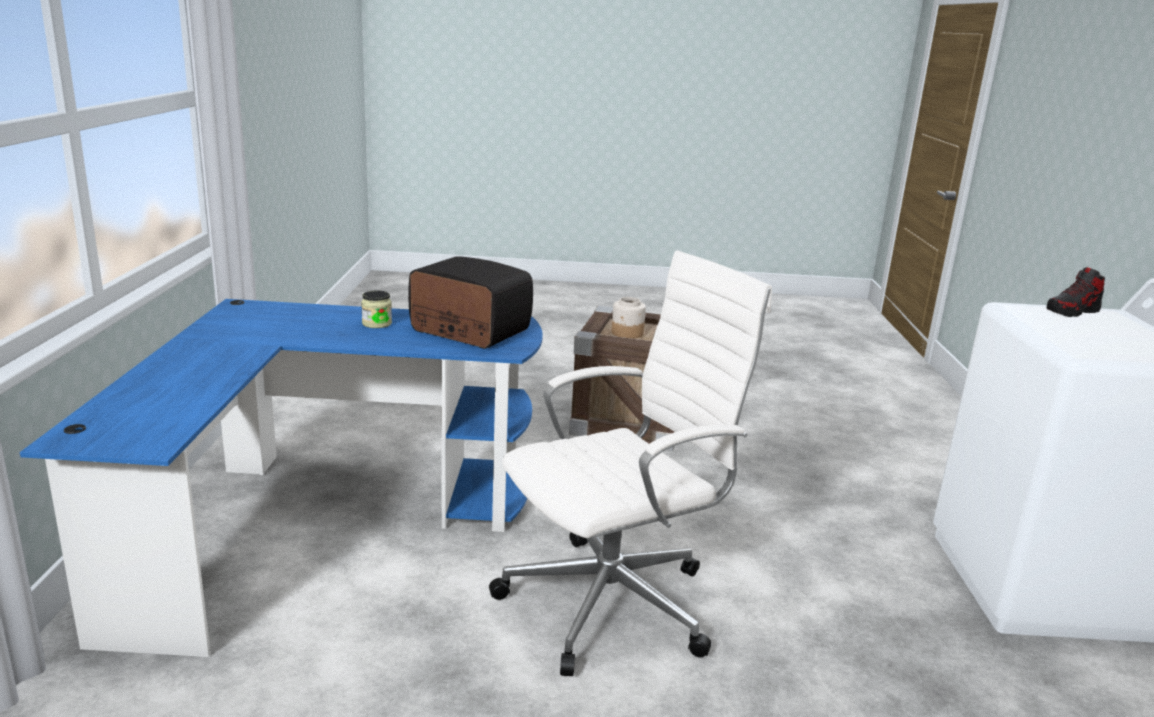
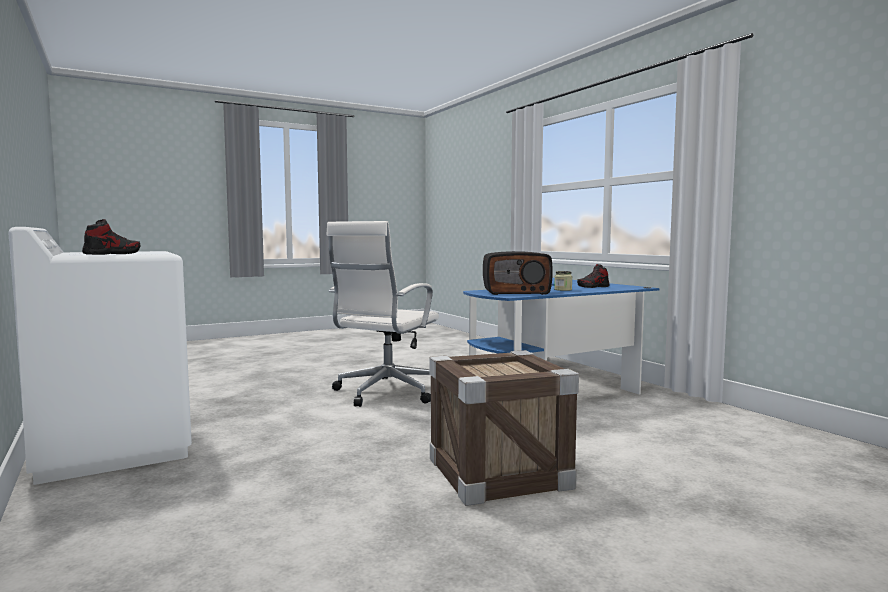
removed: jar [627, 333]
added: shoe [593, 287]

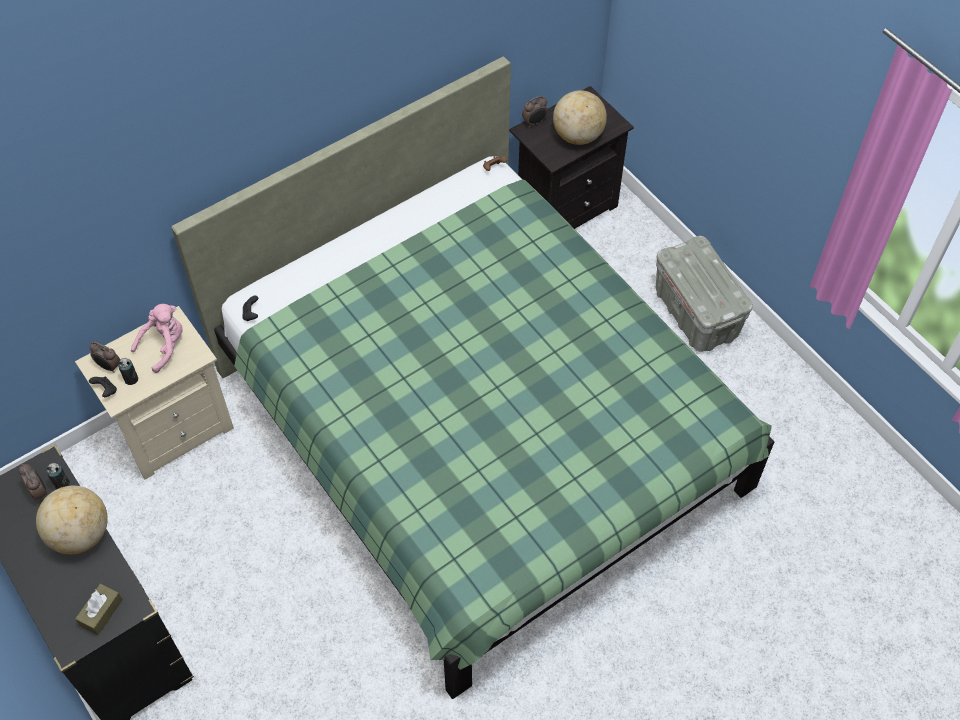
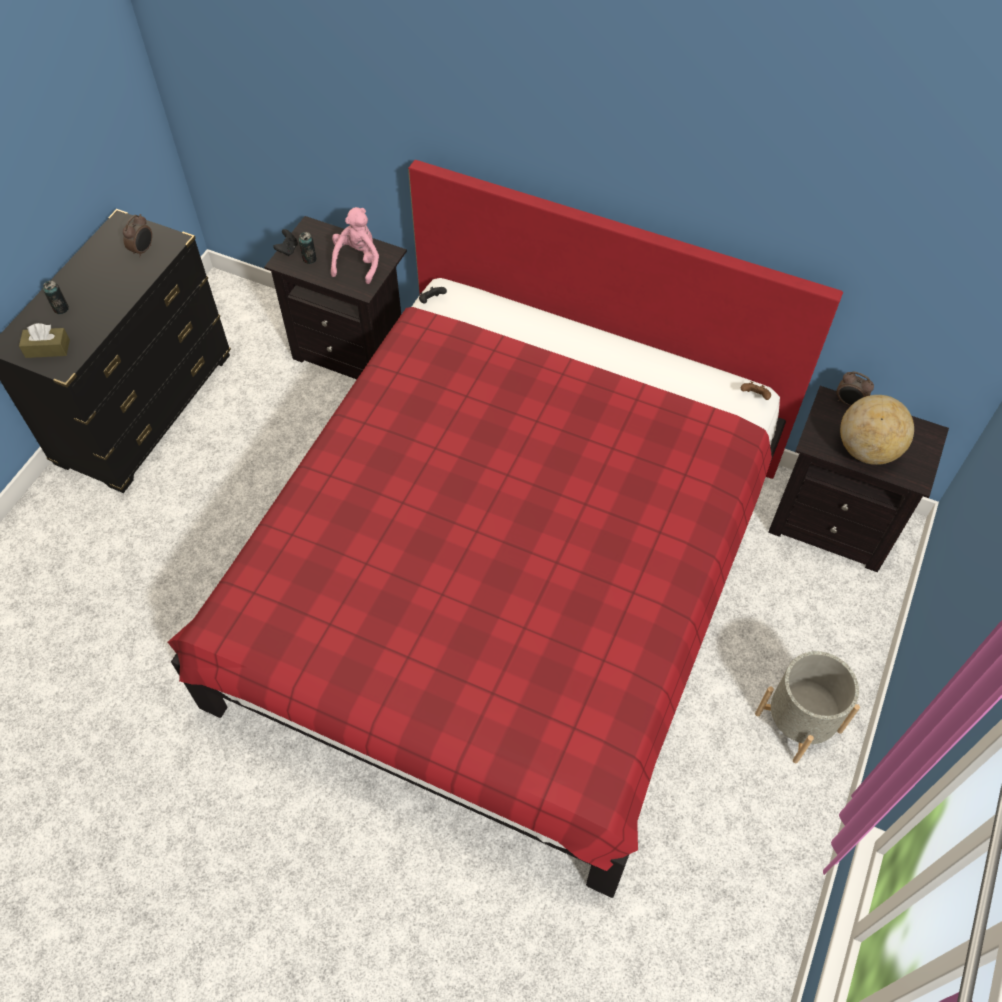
removed: alarm clock [109, 366]; globe [81, 534]
moved: can [62, 484] to [61, 309]
replaced: grey storage box [696, 314] to grey planter [798, 722]
recoloured: green bed [479, 430] to red bed [503, 583]; beige nightstand [174, 429] to black nightstand [353, 351]
turned: pink plush toy [164, 346] = [358, 262] 90 degrees counterclockwise

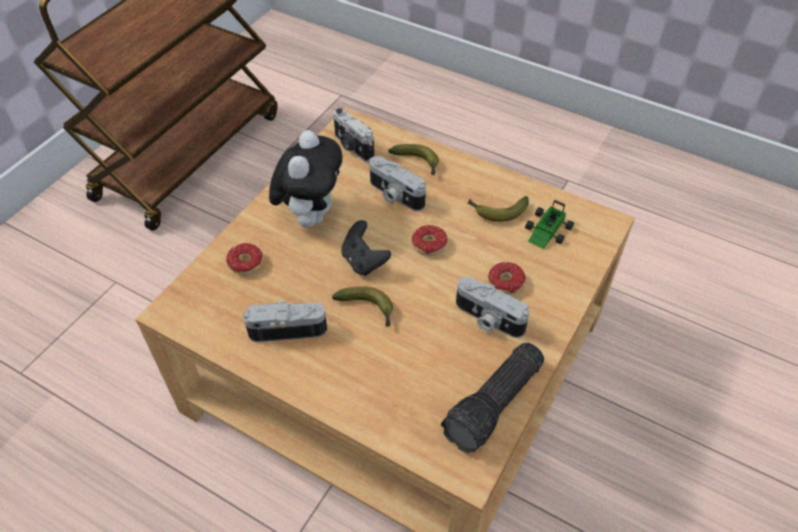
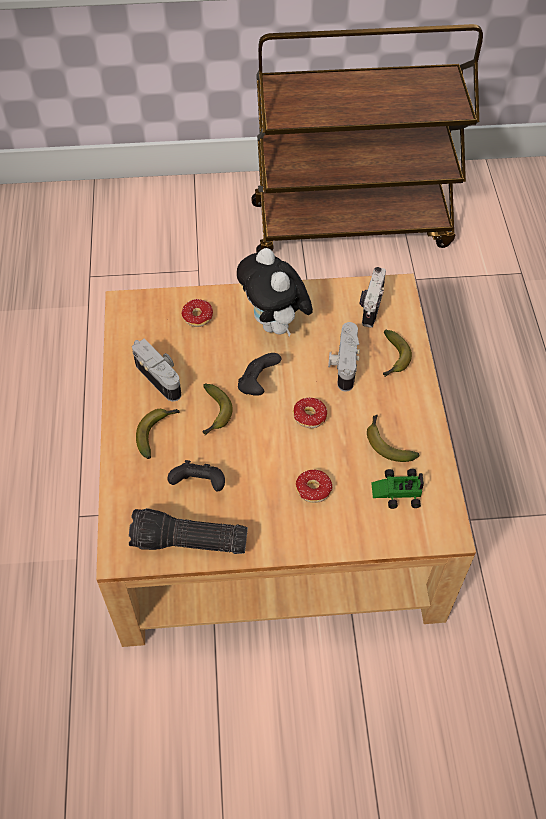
removed: photo camera [487, 319]
added: banana [157, 432]; black game controller [199, 485]
turned: plush toy [311, 215] = [275, 325] 90 degrees clockwise

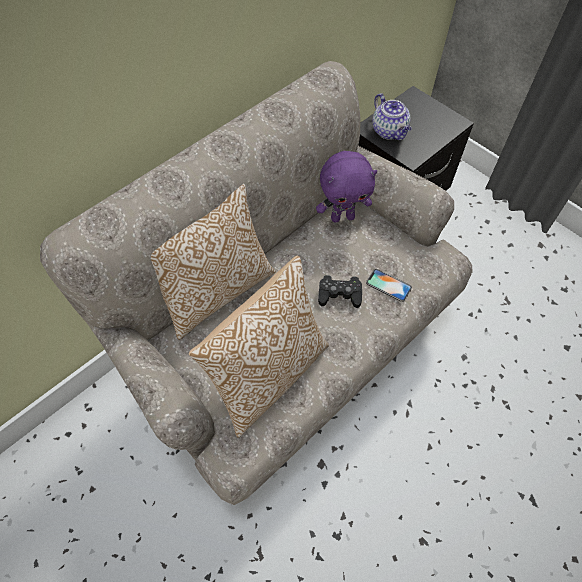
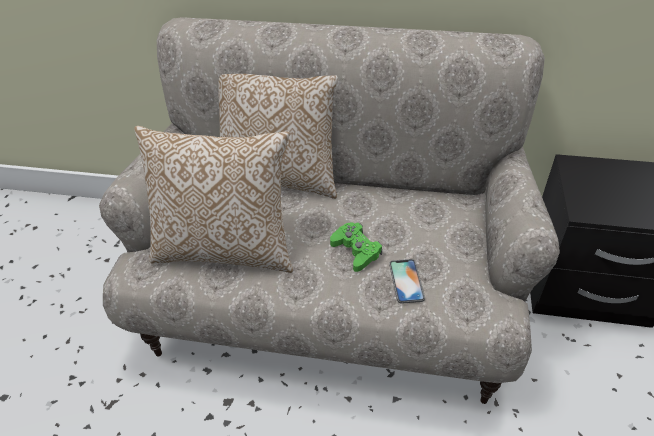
removed: teapot [390, 132]; purple plush toy [342, 217]
recoloured: black game controller [339, 294] to green game controller [356, 251]

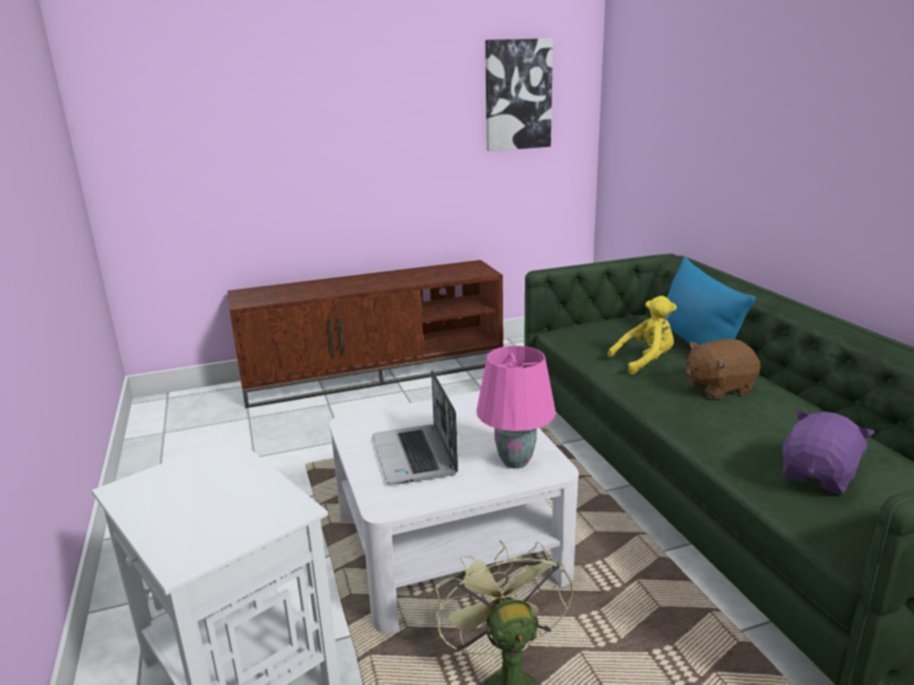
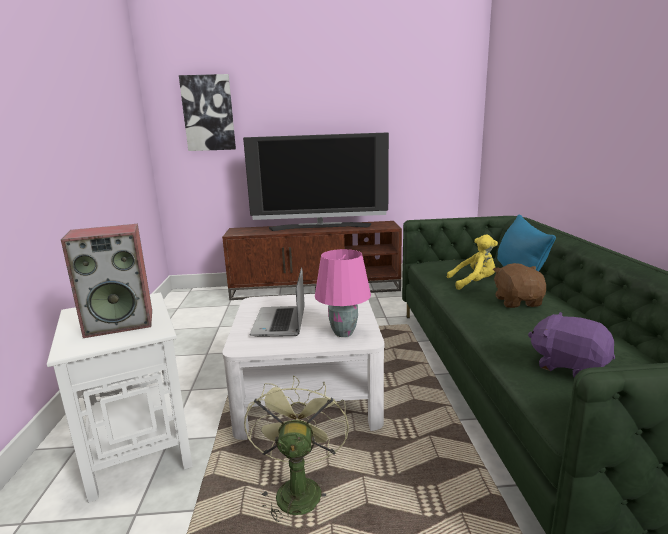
added: television [320, 227]; speaker [121, 322]
moved: picture [517, 95] to [208, 113]
turned: brown plush toy [718, 388] = [518, 302] 90 degrees clockwise; purple plush toy [819, 476] = [568, 366] 105 degrees counterclockwise

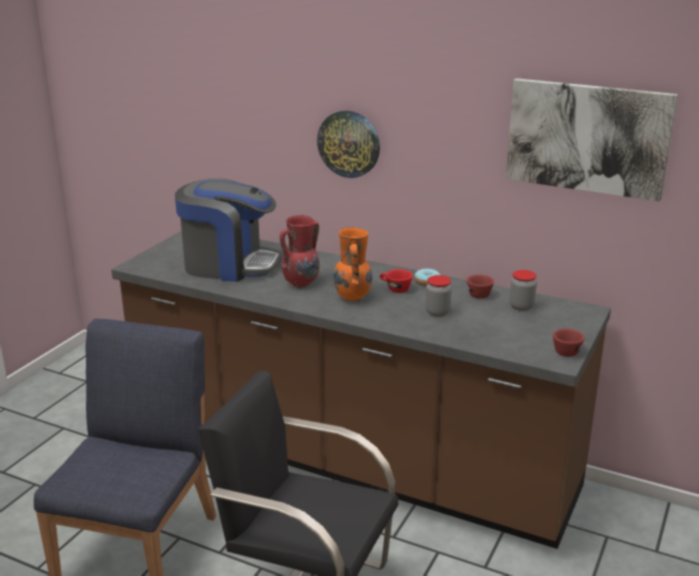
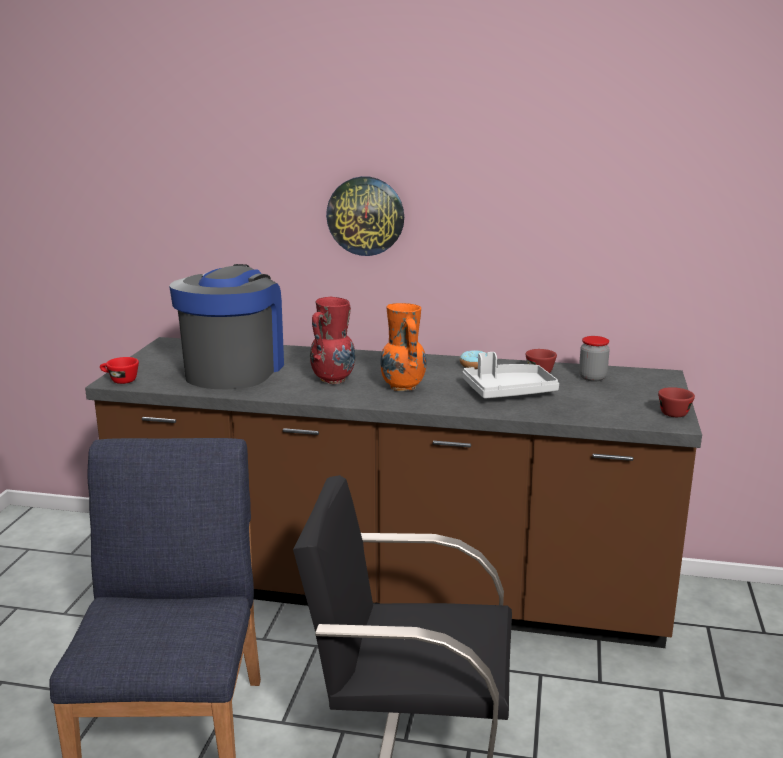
removed: picture [587, 137]
moved: red cup [395, 289] to [119, 380]
replaced: jar [437, 312] to grey tray [508, 391]
turned: coffee machine [229, 265] = [234, 370] 75 degrees counterclockwise

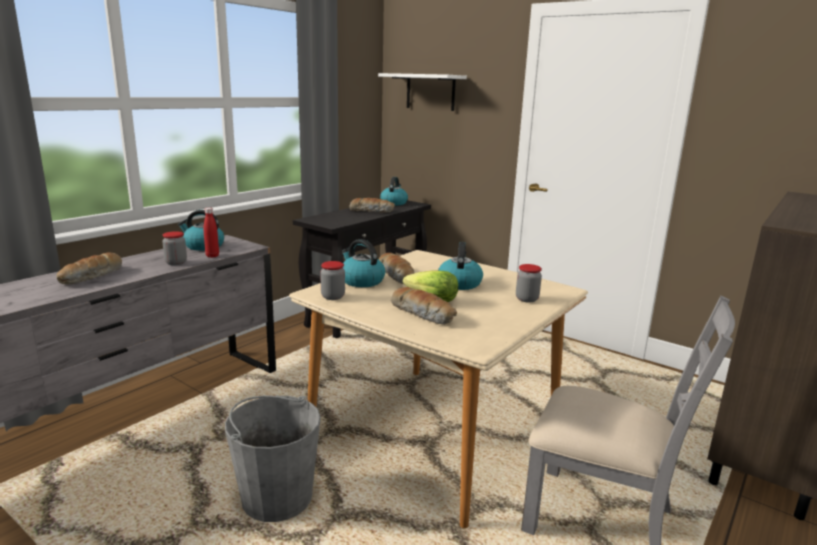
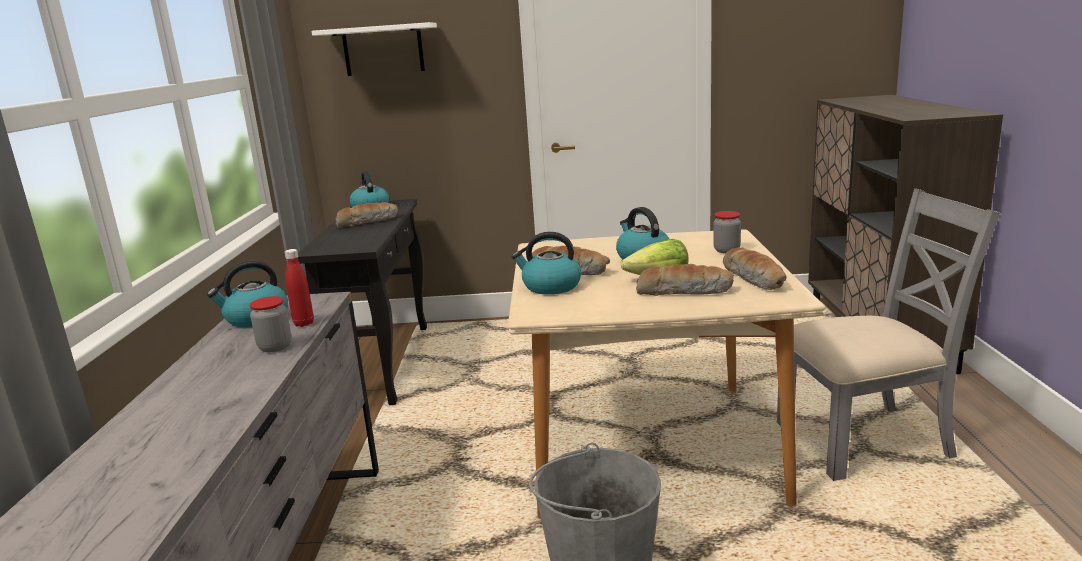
removed: jar [333, 297]
moved: bread [93, 277] to [754, 279]

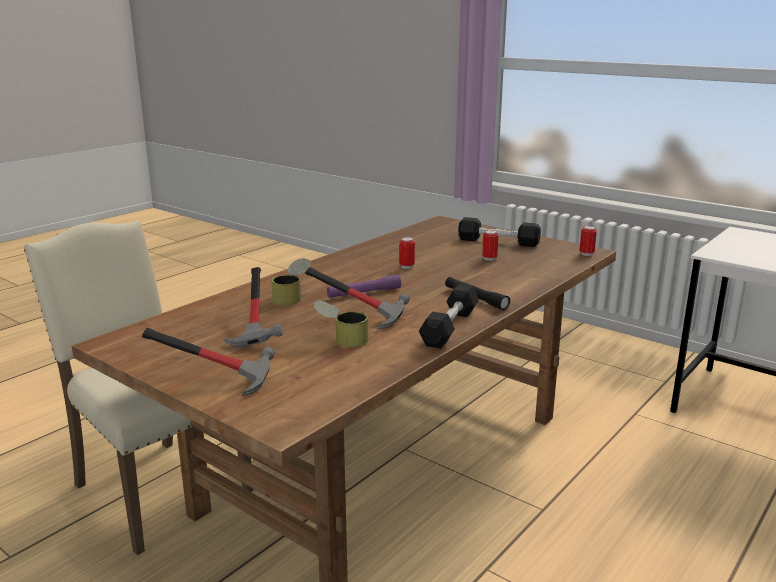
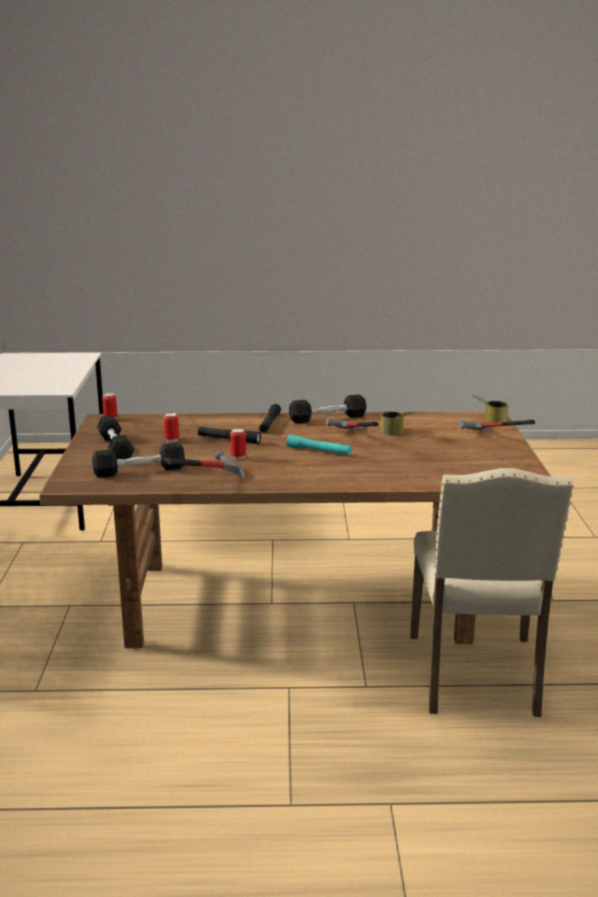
added: black flashlight [229, 440]; black dumbbell [139, 470]
moved: can [292, 297] to [489, 420]; hammer [259, 329] to [206, 480]
recoloured: purple flashlight [364, 293] to turquoise flashlight [318, 451]

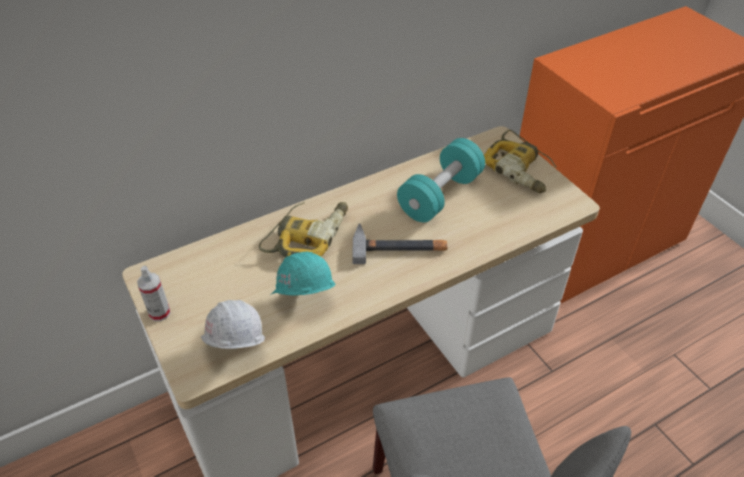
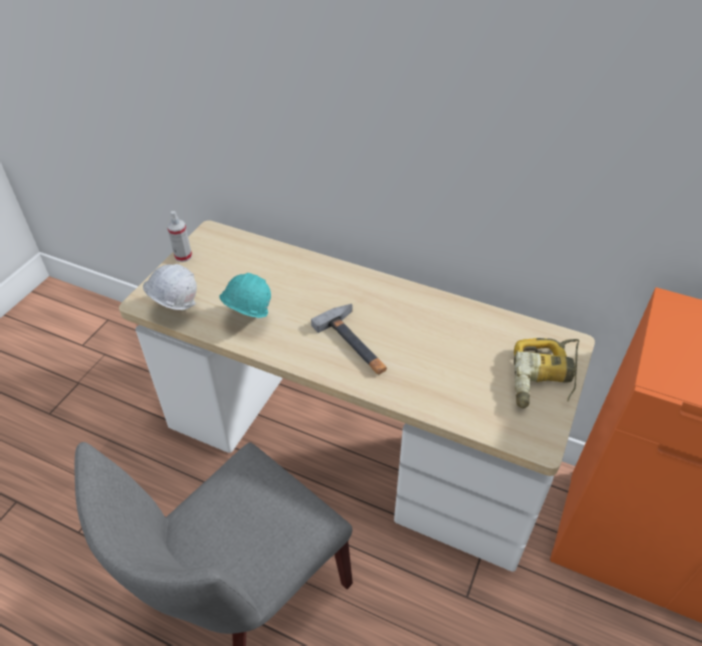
removed: turquoise dumbbell [440, 195]; power drill [307, 234]

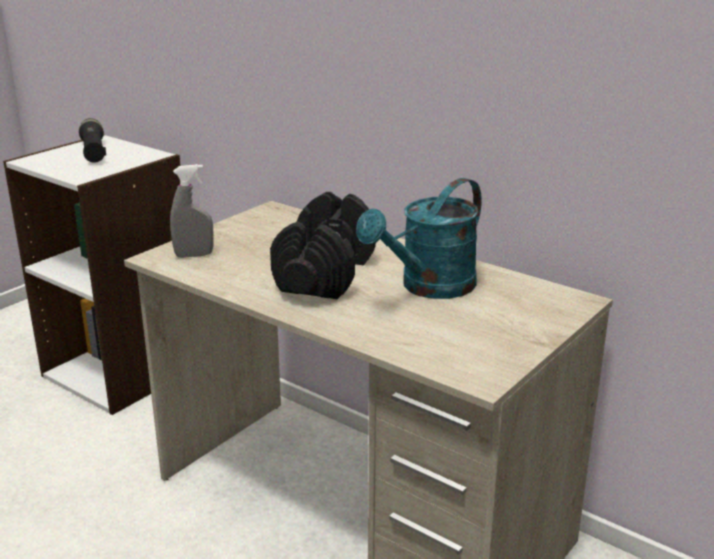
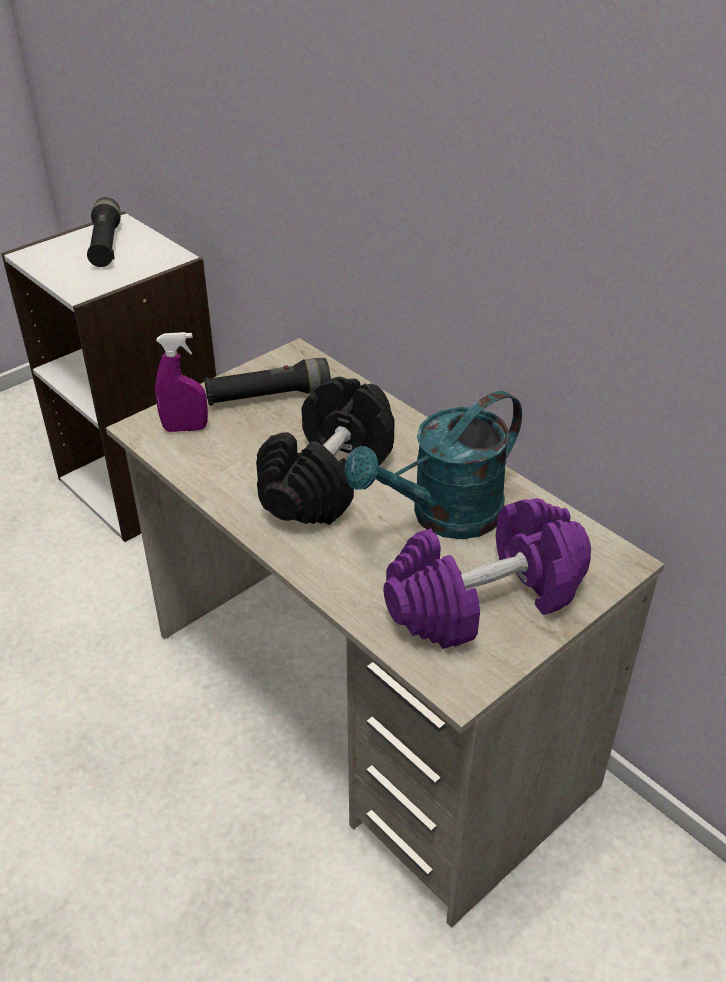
added: black flashlight [268, 396]; purple dumbbell [485, 599]
recoloured: grey spray bottle [194, 255] to purple spray bottle [185, 428]

